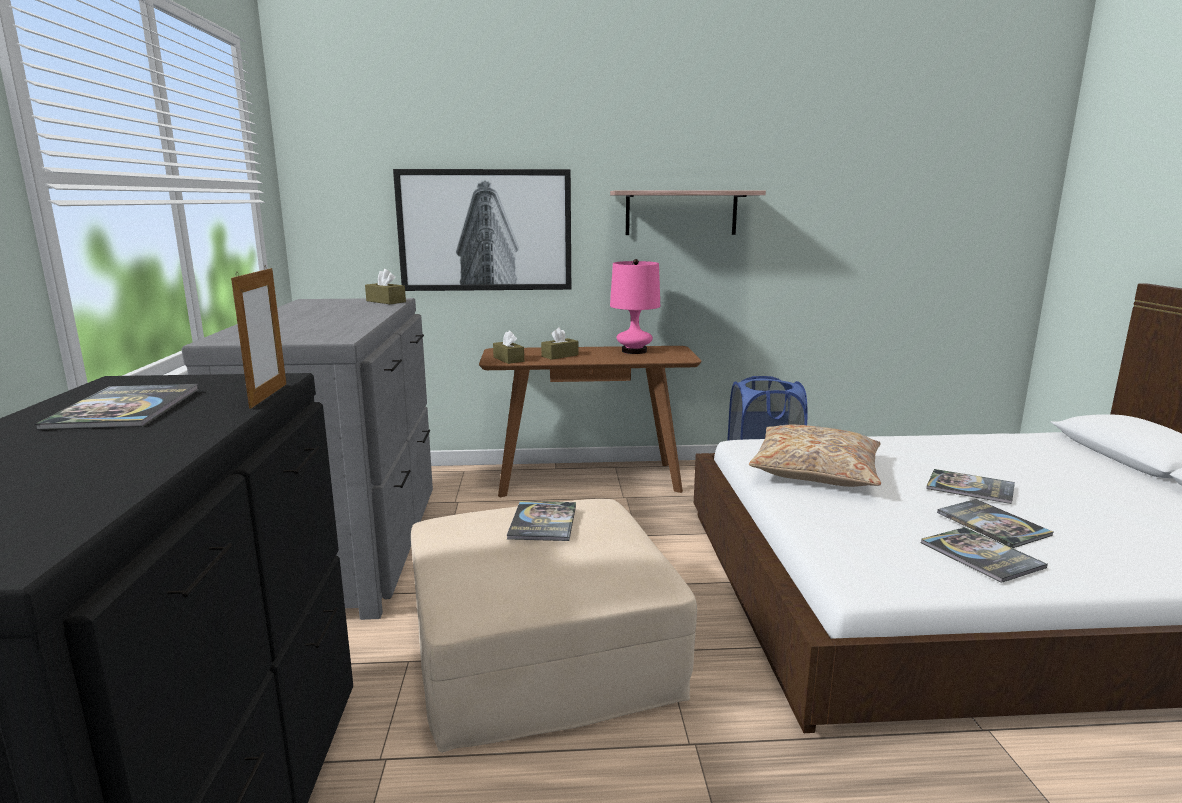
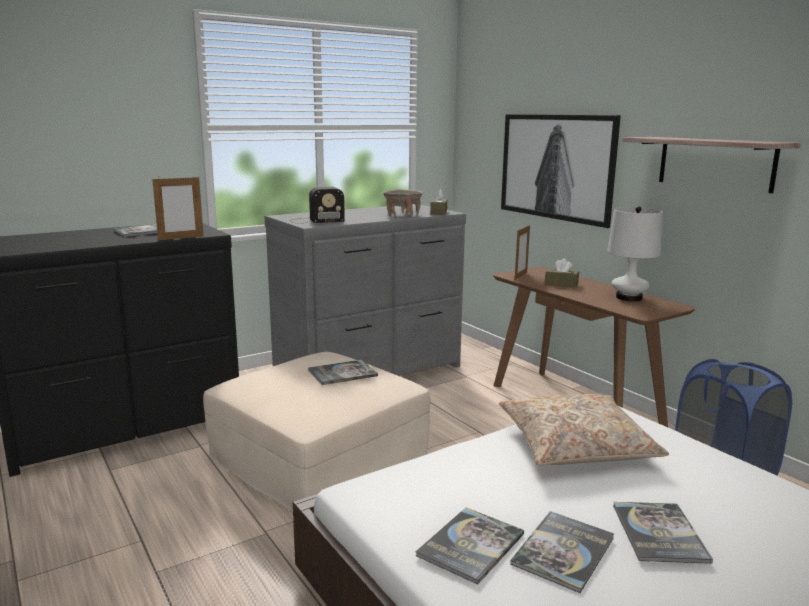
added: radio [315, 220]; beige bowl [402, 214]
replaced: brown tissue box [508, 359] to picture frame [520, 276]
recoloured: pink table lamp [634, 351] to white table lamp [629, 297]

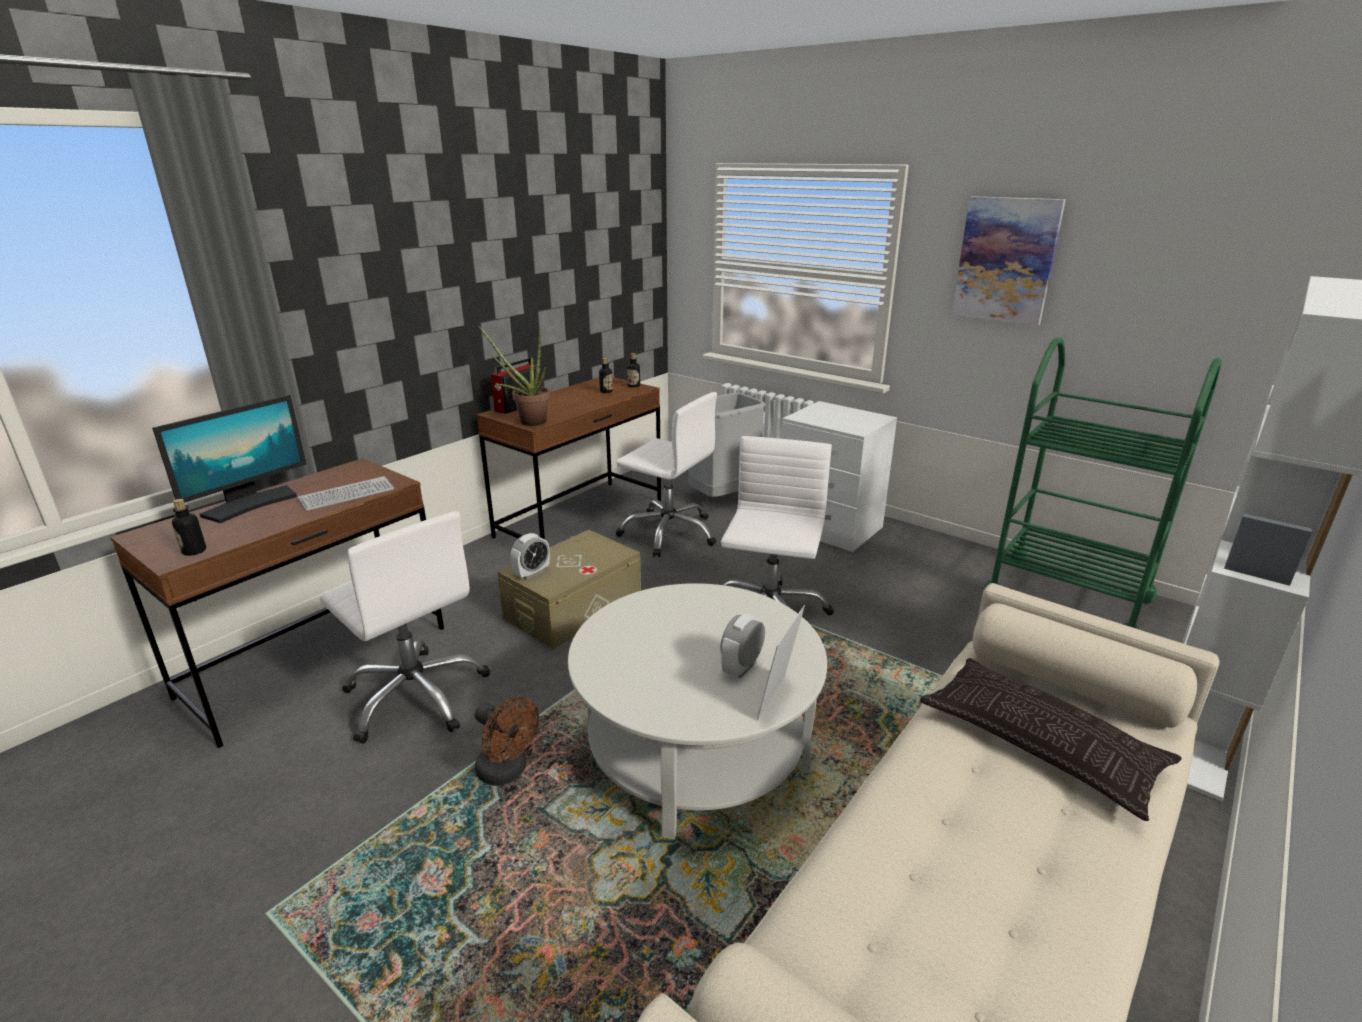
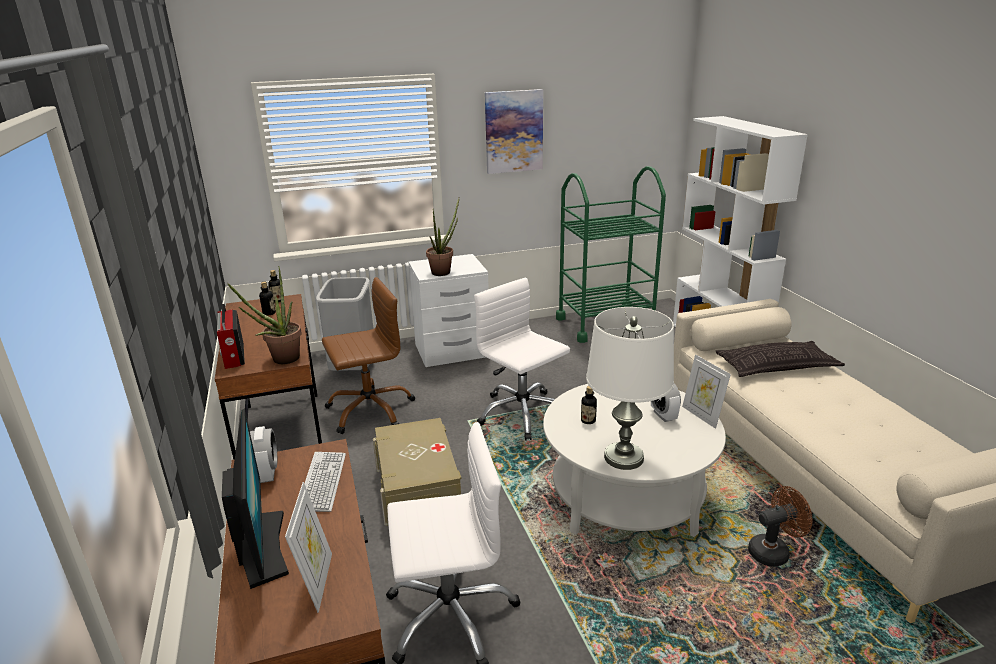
added: potted plant [444, 271]; white table lamp [623, 458]; picture frame [317, 582]
moved: bottle [194, 551] to [588, 420]; alarm clock [532, 573] to [267, 473]; brown fan [507, 772] to [773, 551]
recoloured: white office chair [669, 533] to brown office chair [370, 410]

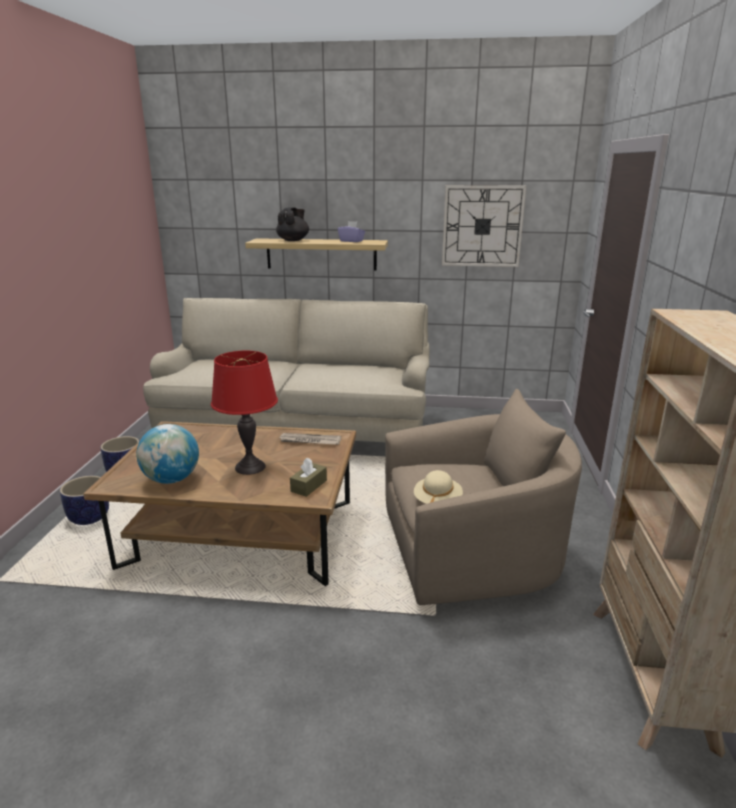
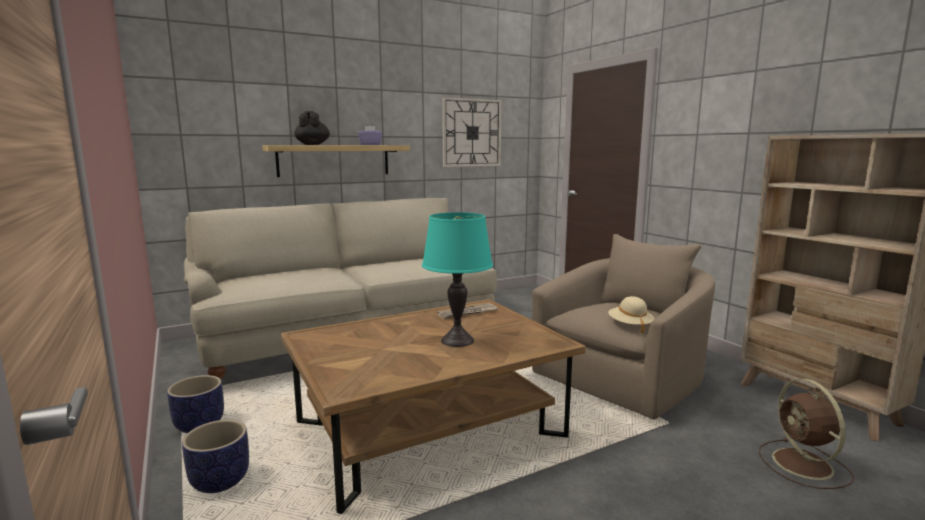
removed: globe [172, 479]; brown tissue box [309, 486]
added: brown fan [804, 465]
recoloured: red table lamp [250, 467] to turquoise table lamp [457, 340]

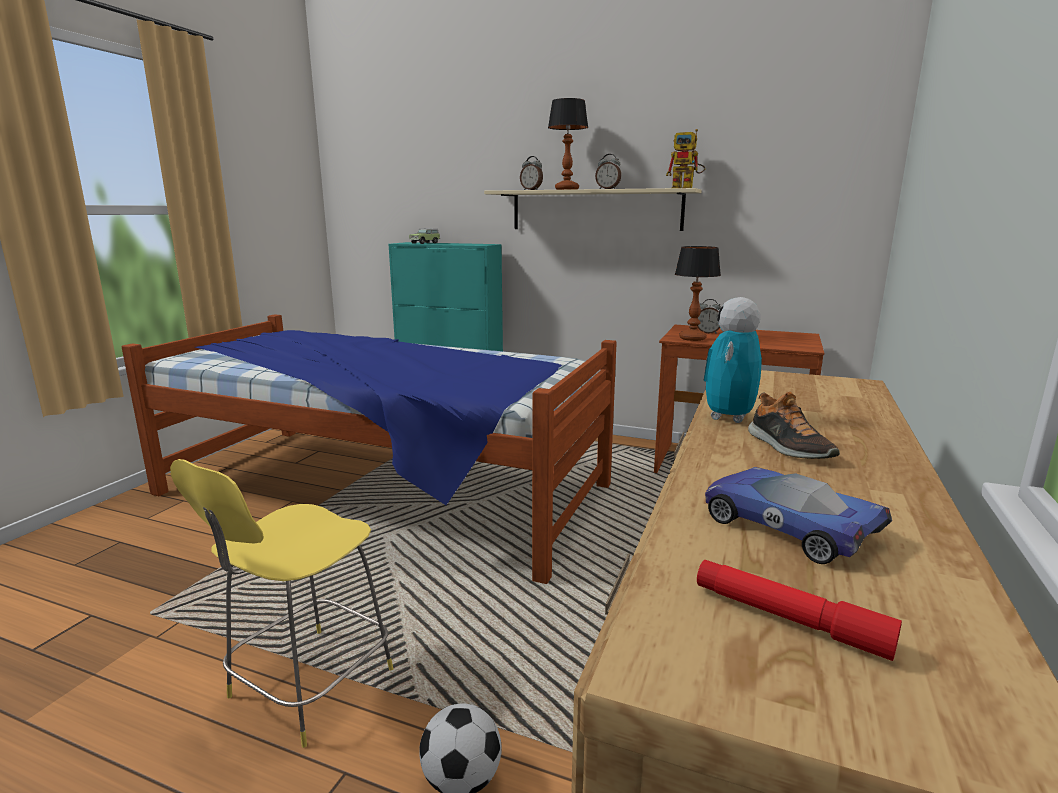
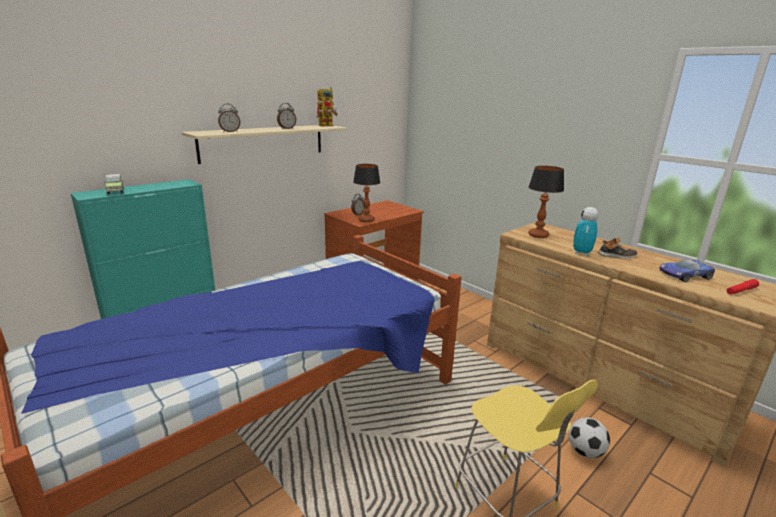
moved: table lamp [566, 189] to [538, 235]
turned: toy robot [728, 417] = [581, 253] 60 degrees clockwise

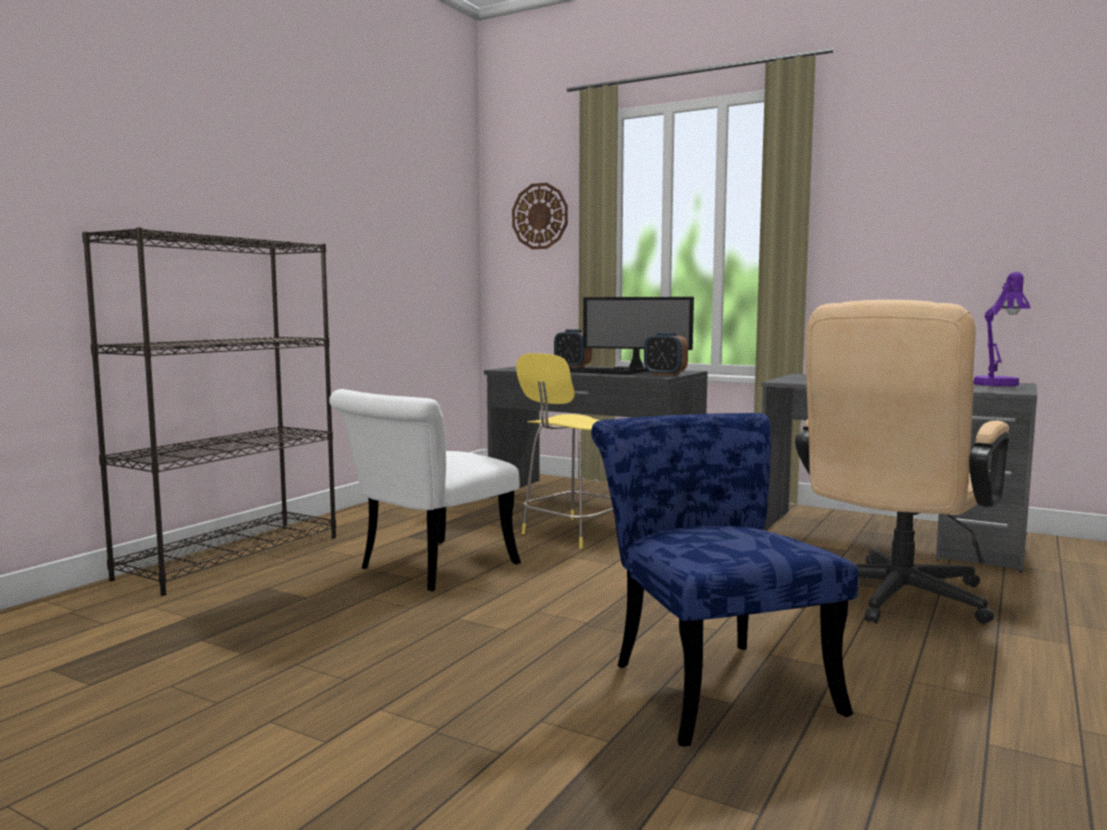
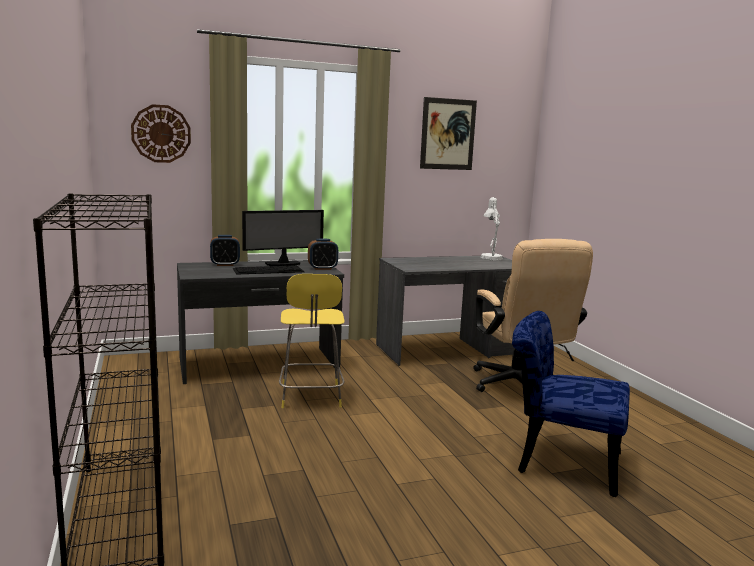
removed: white chair [427, 569]
added: picture [448, 134]
recoloured: purple table lamp [999, 383] to white table lamp [490, 257]

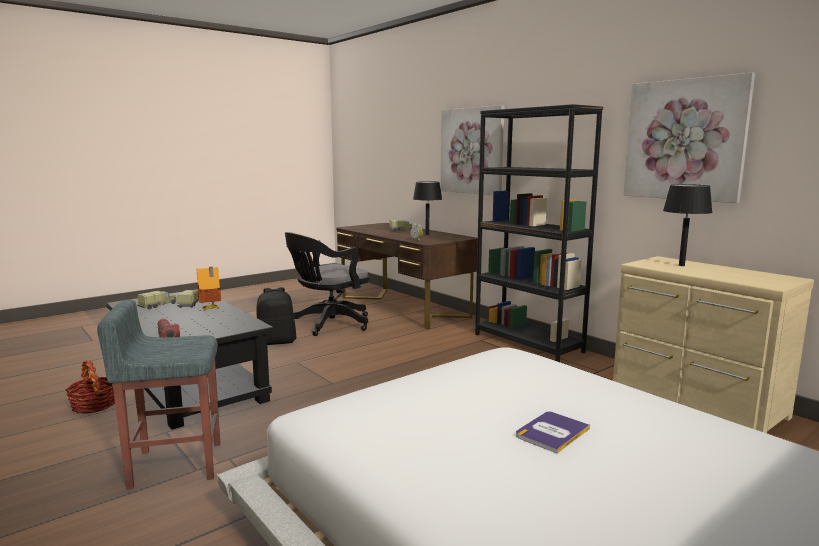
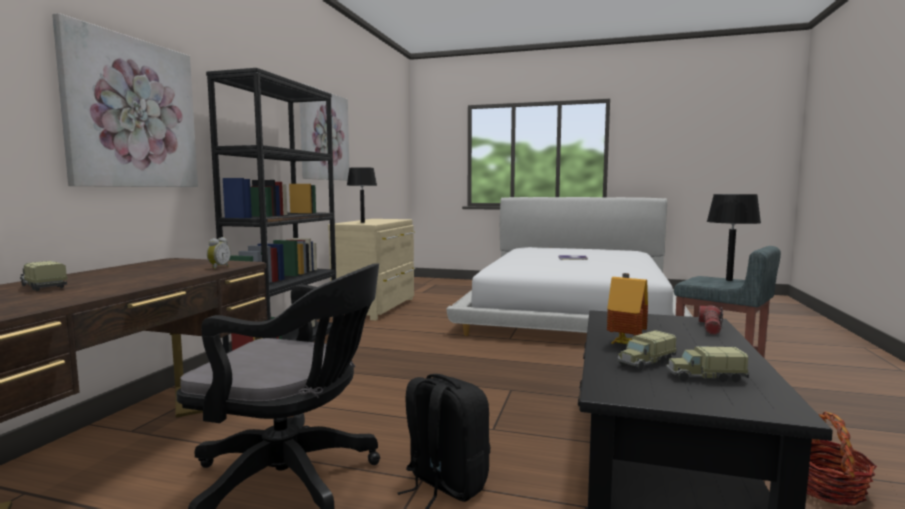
moved: black table lamp [427, 235] to [729, 280]

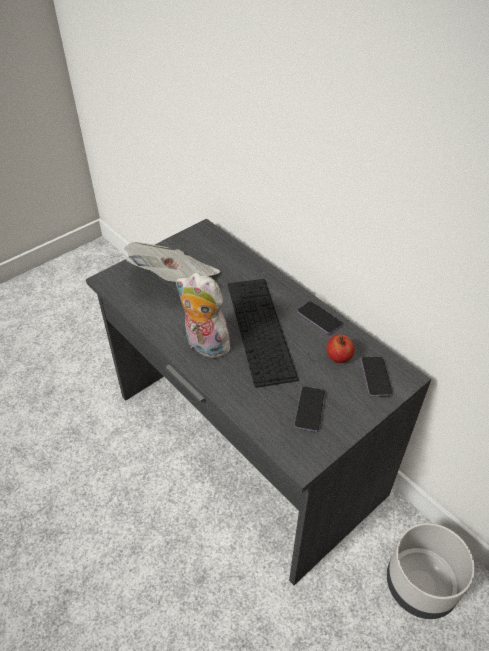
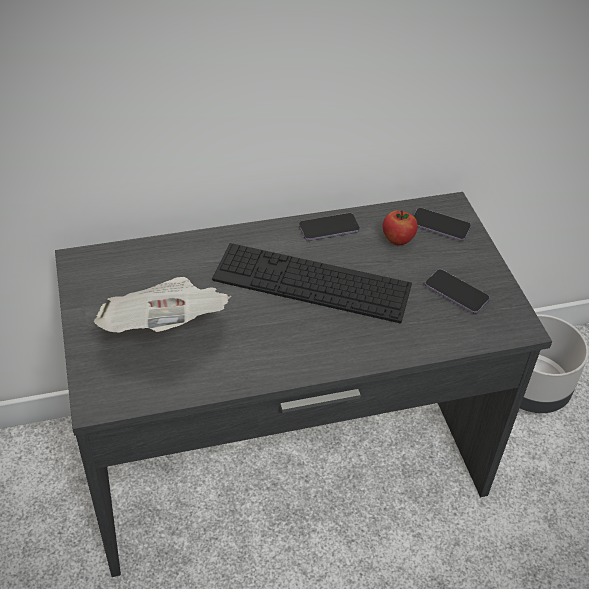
removed: plush toy [204, 345]

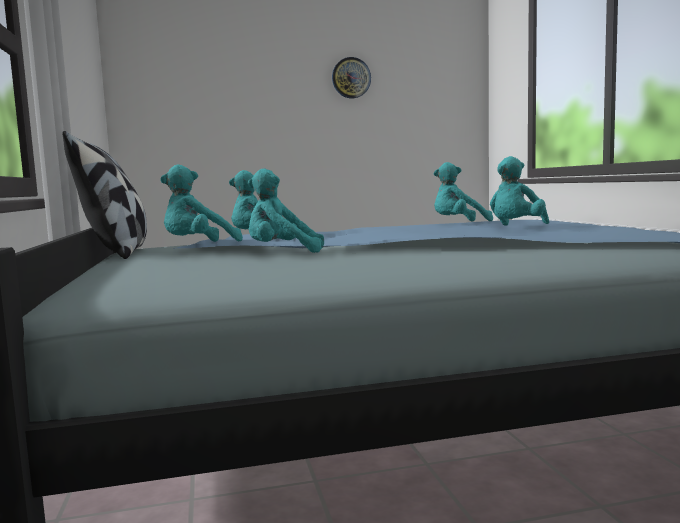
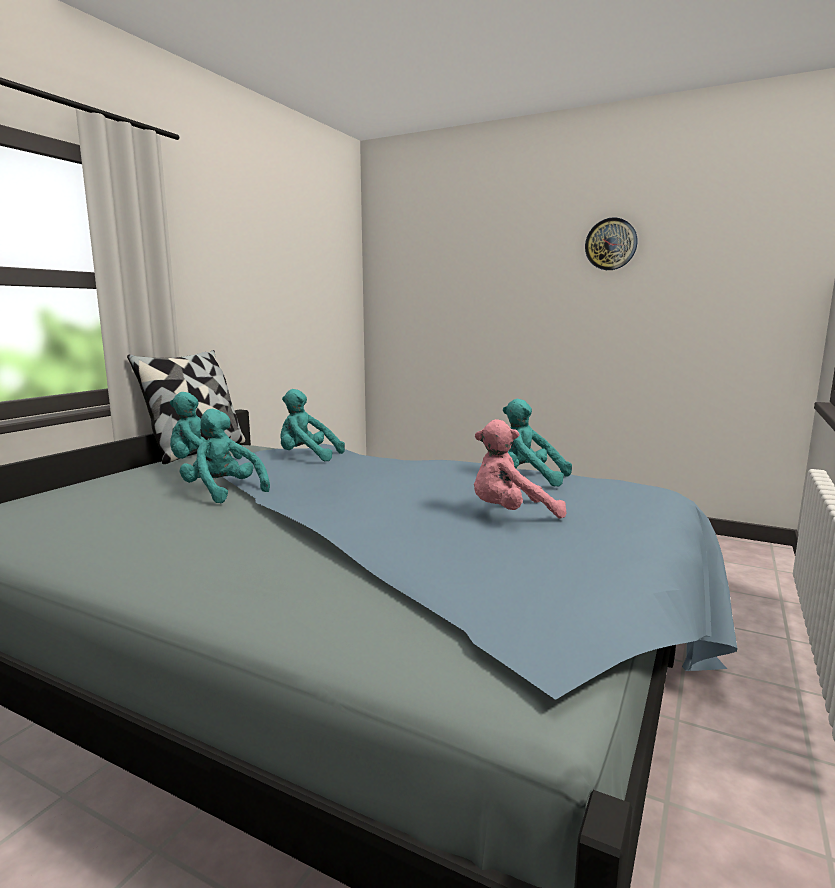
recoloured: turquoise plush toy [516, 228] to pink plush toy [511, 514]

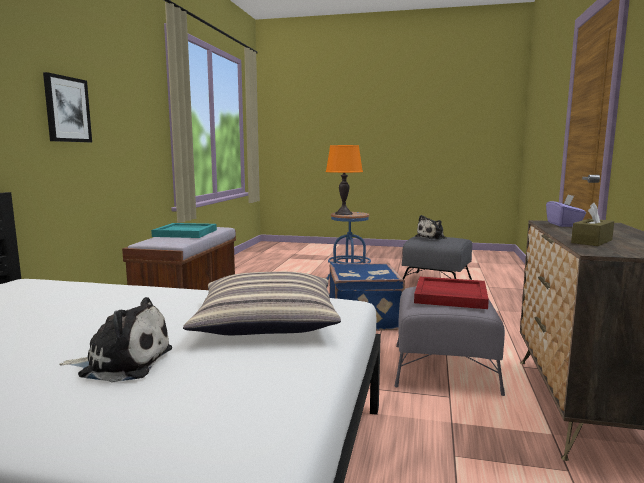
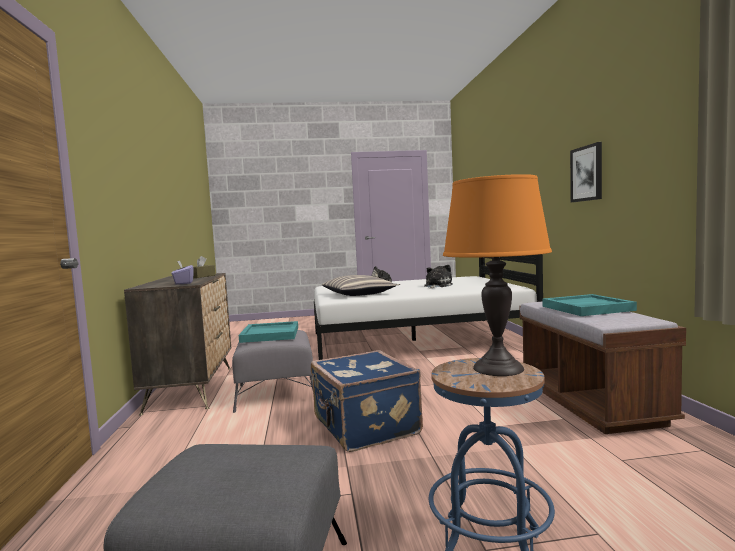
moved: plush toy [432, 237] to [437, 286]
recoloured: red tray [450, 296] to turquoise tray [271, 334]

